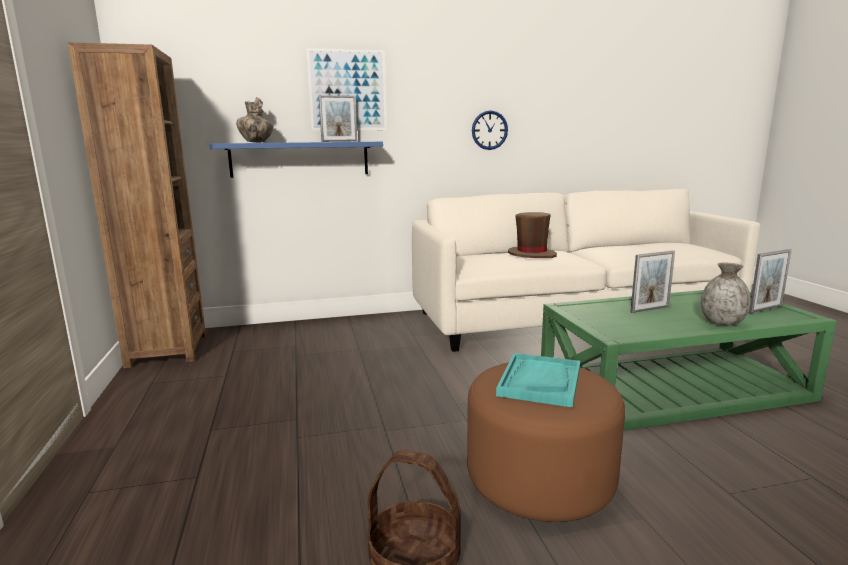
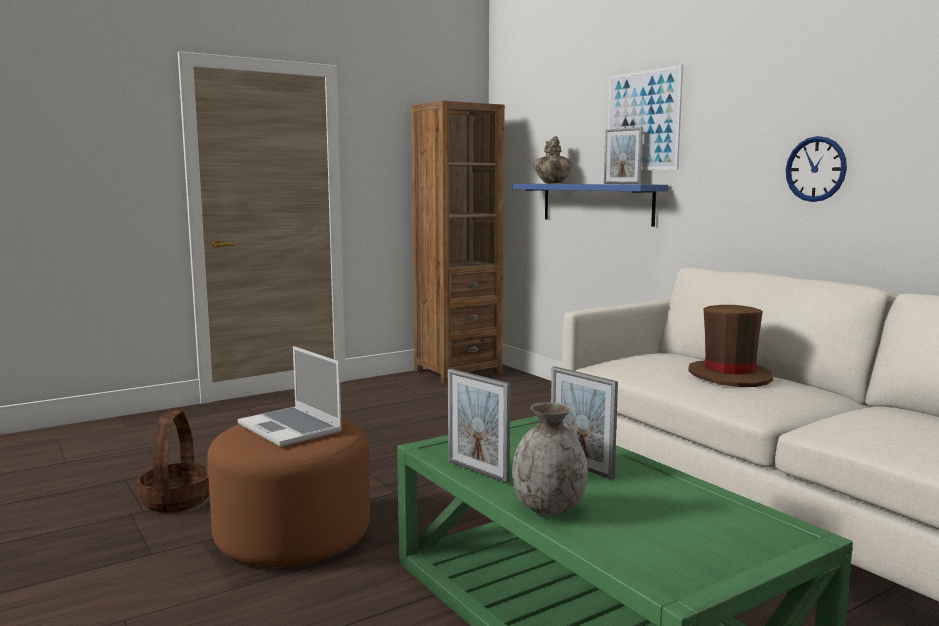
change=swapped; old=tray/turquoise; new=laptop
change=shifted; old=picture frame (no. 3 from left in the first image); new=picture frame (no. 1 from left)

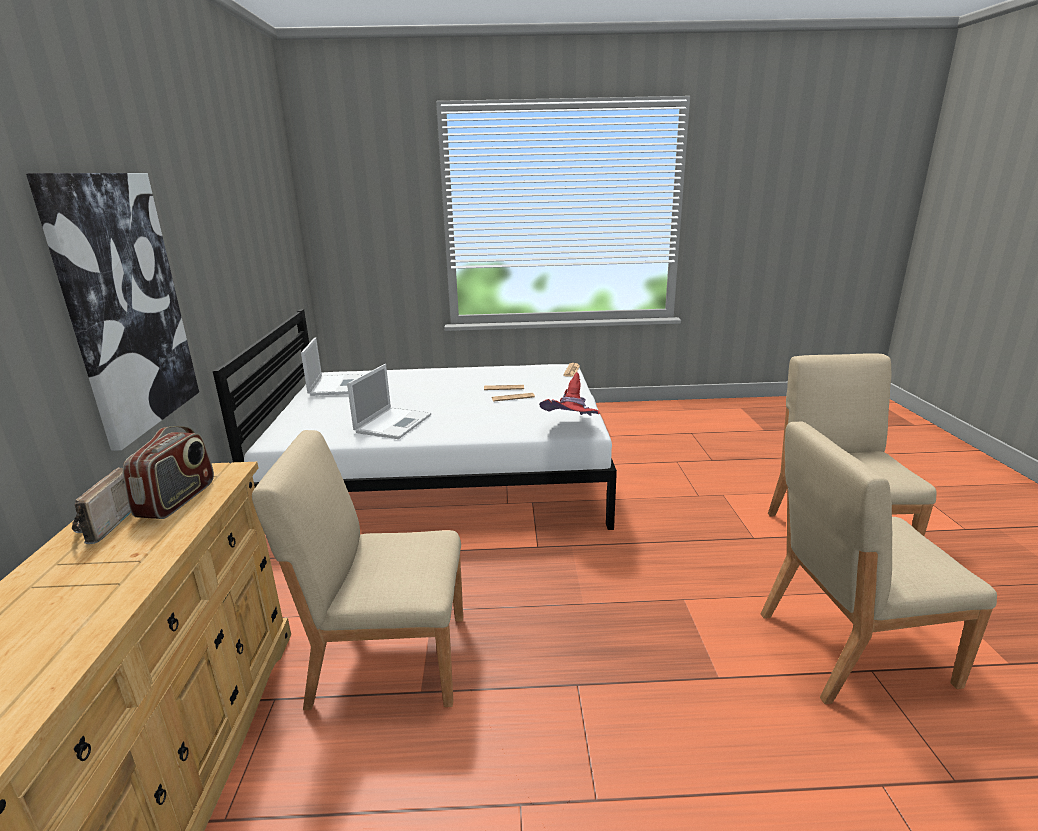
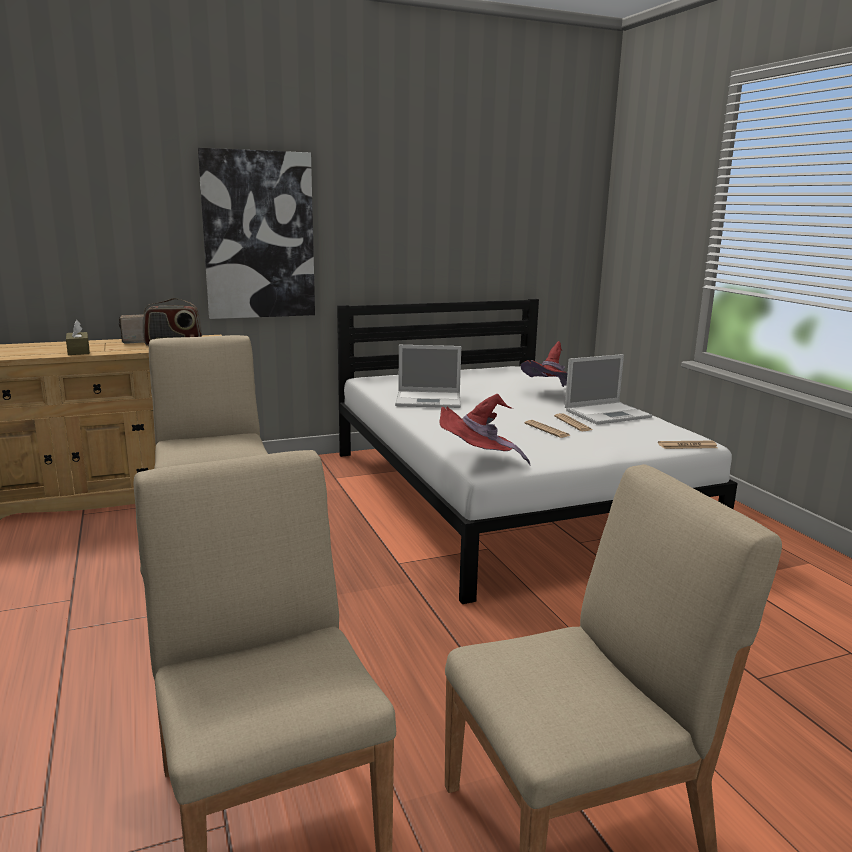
change=new; new=tissue box/brown
change=new; new=hat/red (no. 2 from left)
change=shifted; old=laptop (no. 1 from left in the first image); new=laptop (no. 2 from left)

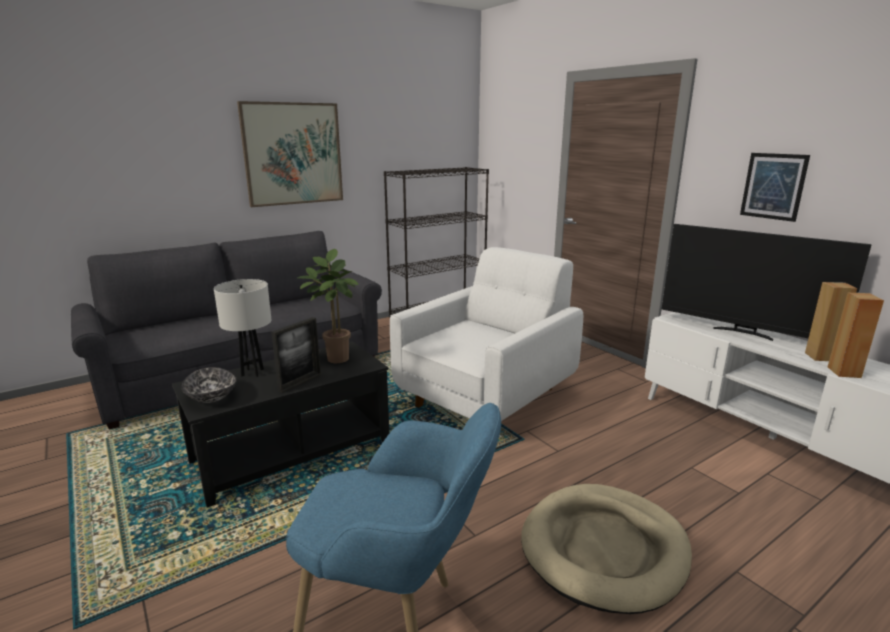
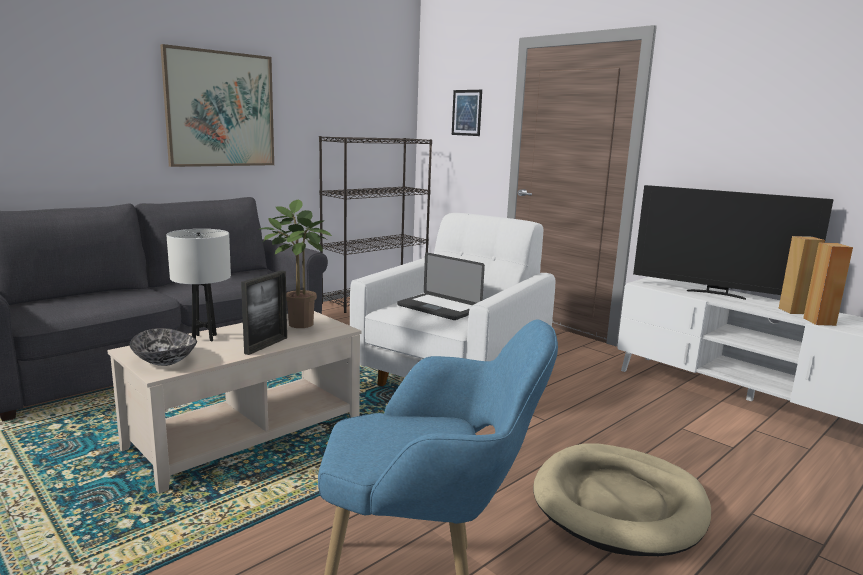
change=repainted; old=coffee table/black; new=coffee table/beige
change=new; new=laptop
change=shifted; old=picture (no. 2 from left)

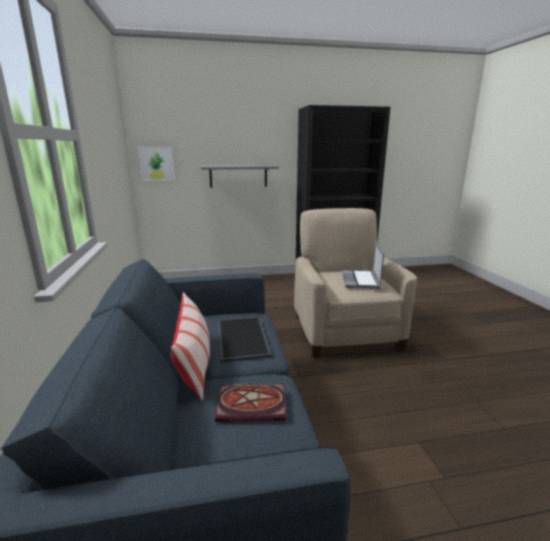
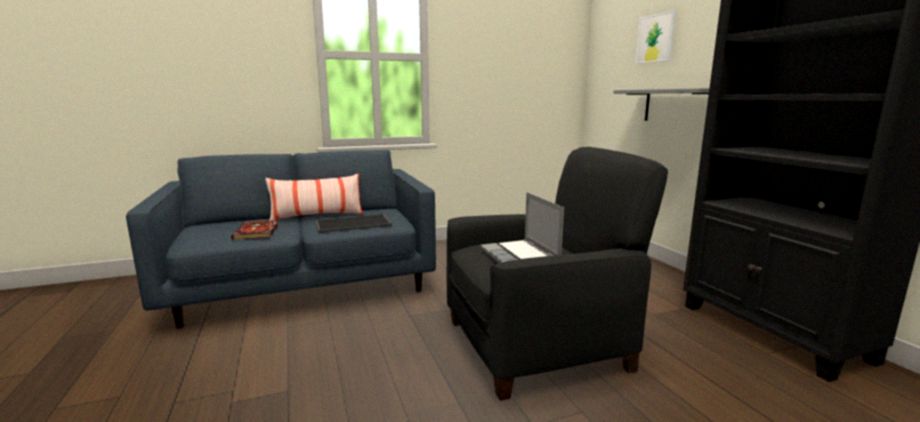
change=repainted; old=armchair/beige; new=armchair/black
change=rotated; old=laptop; degrees=-105
change=shifted; old=picture

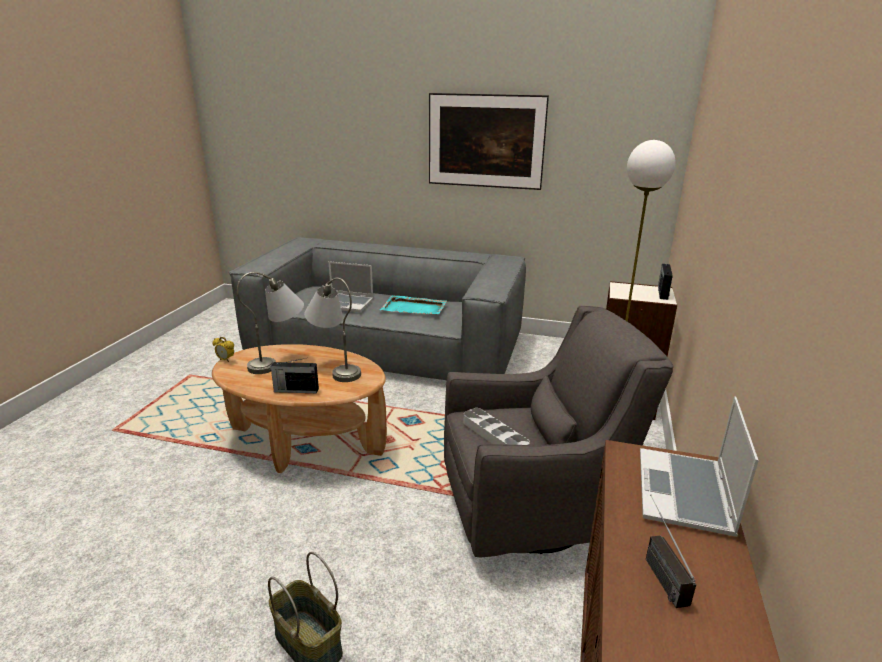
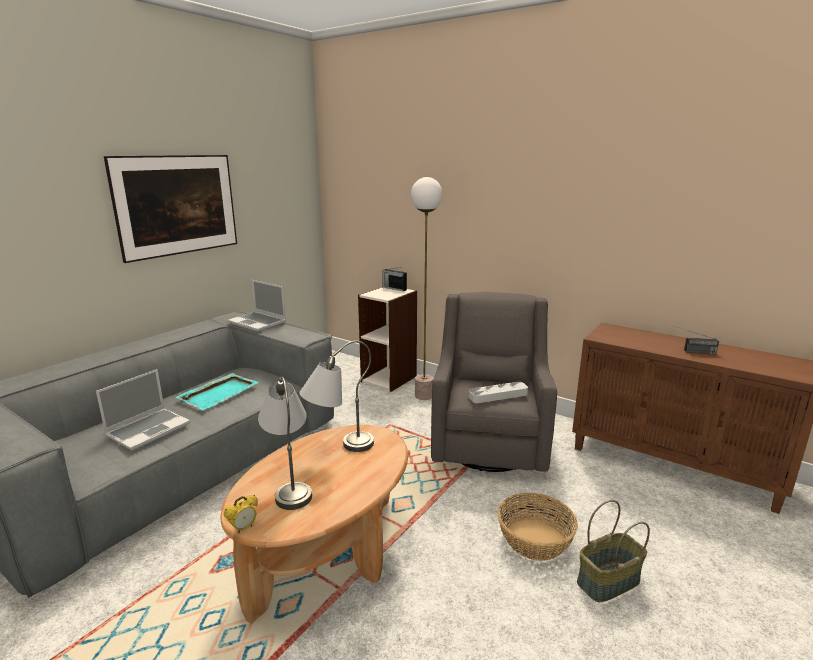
change=shifted; old=laptop (no. 2 from left)
change=new; new=basket (no. 1 from left)
change=gone; old=radio (no. 1 from left)

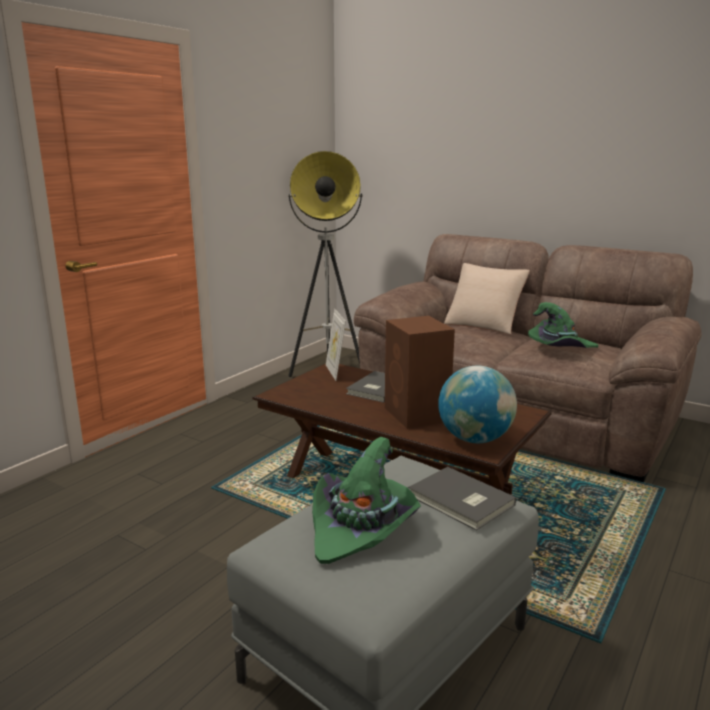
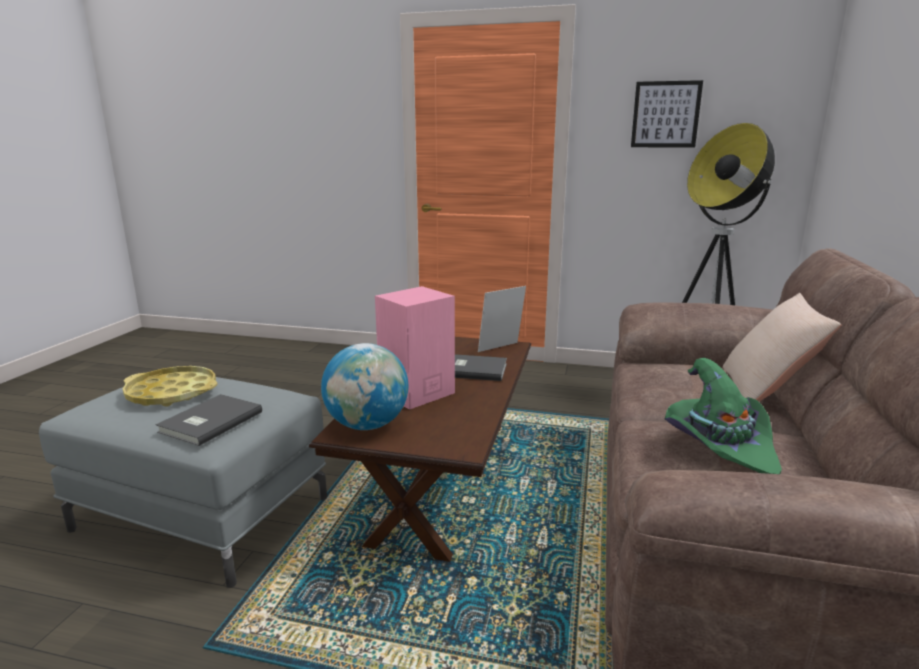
change=swapped; old=hat/green (no. 1 from left); new=tray/yellow
change=repainted; old=speaker/brown; new=speaker/pink
change=new; new=picture

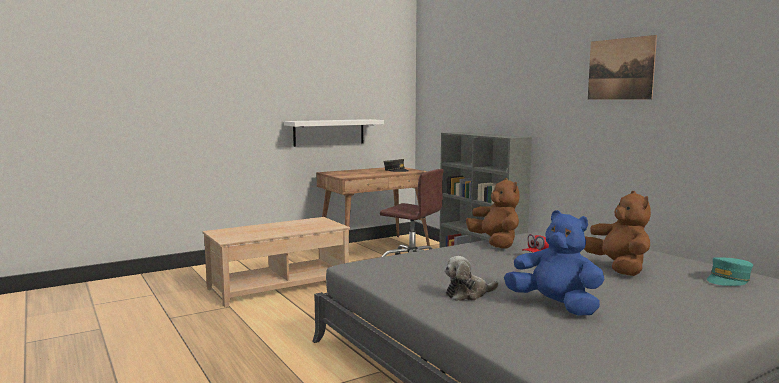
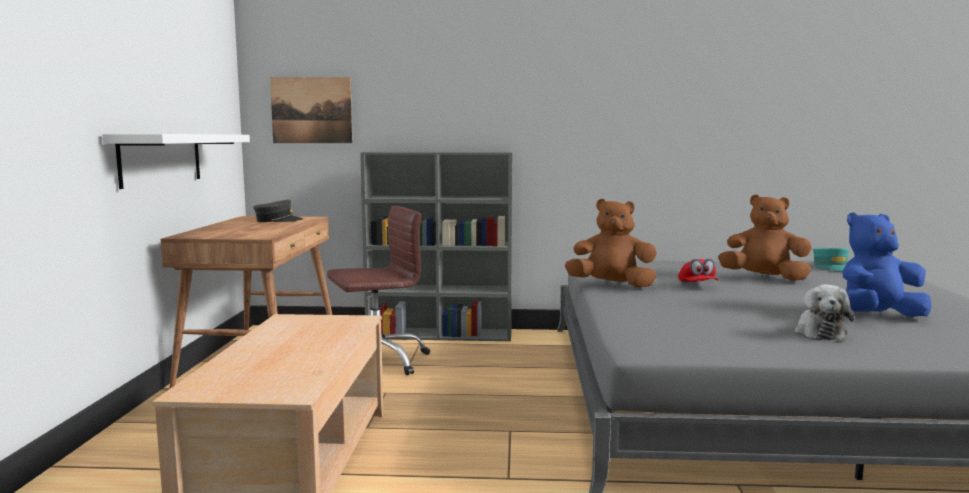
change=shifted; old=picture

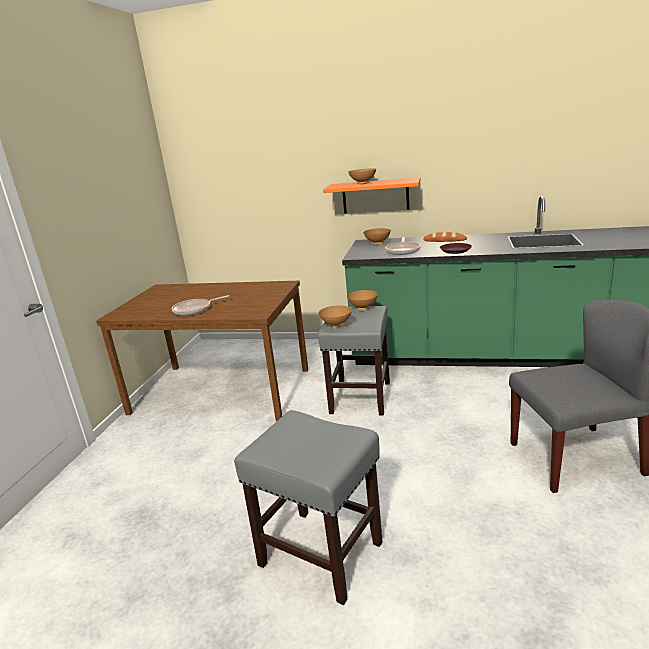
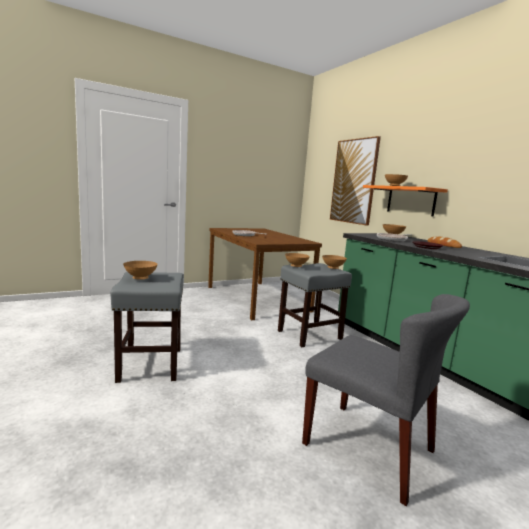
change=new; new=bowl/brown (no. 1 from left)
change=new; new=picture

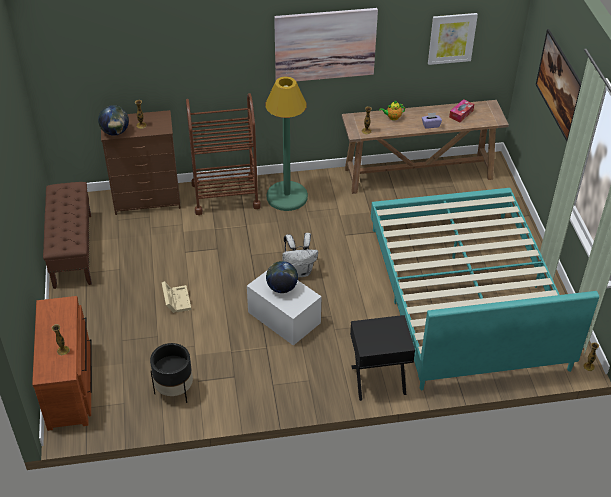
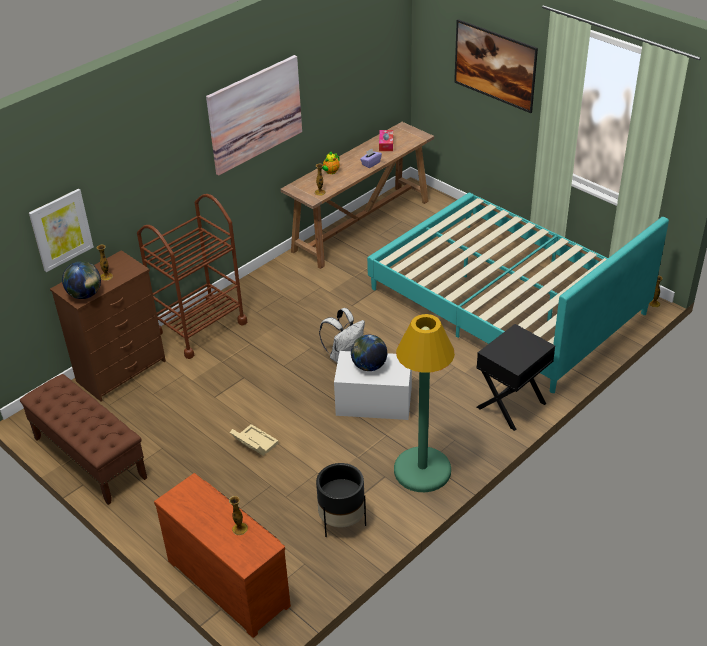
change=shifted; old=picture (no. 2 from left in the first image); new=picture (no. 1 from left)
change=shifted; old=floor lamp/green

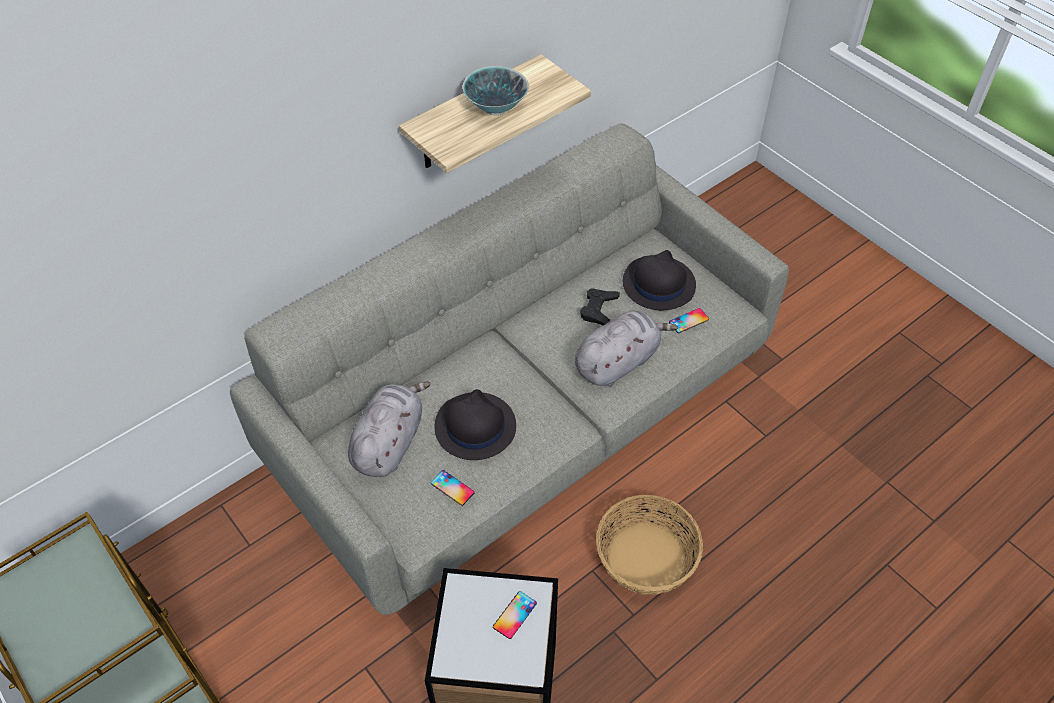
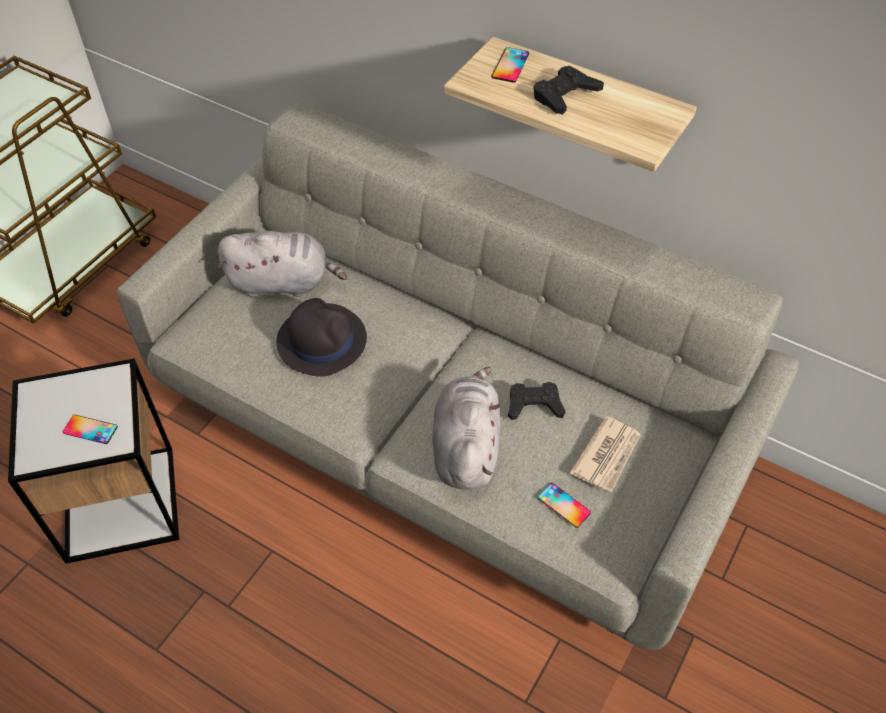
change=rotated; old=plush toy/grey (no. 2 from left); degrees=-120
change=shifted; old=phone (no. 1 from left in the first image); new=phone (no. 2 from left)
change=swapped; old=bowl; new=game controller/black (no. 2 from left)
change=swapped; old=hat/black (no. 2 from left); new=newspaper
change=gone; old=basket

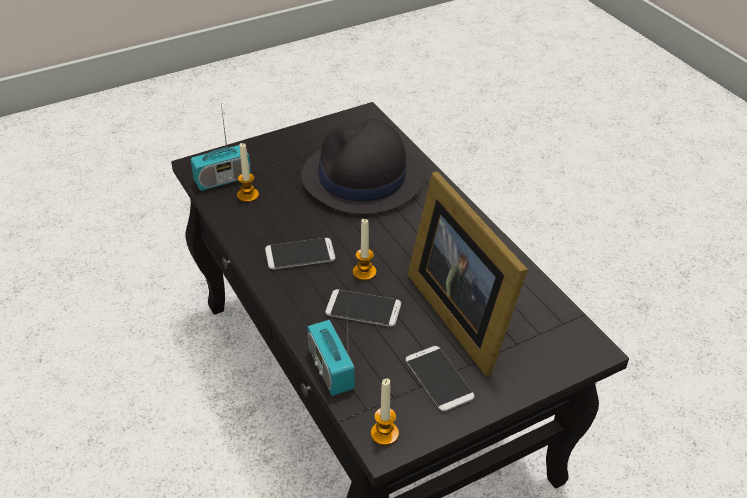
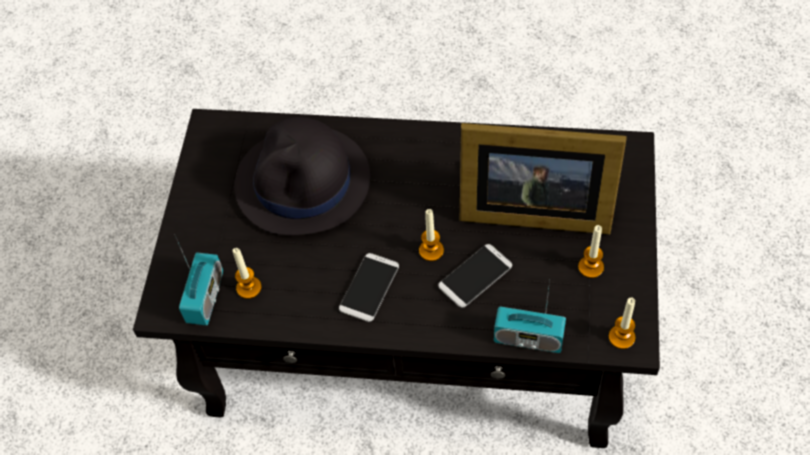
change=swapped; old=phone (no. 3 from left); new=candle (no. 3 from left)

